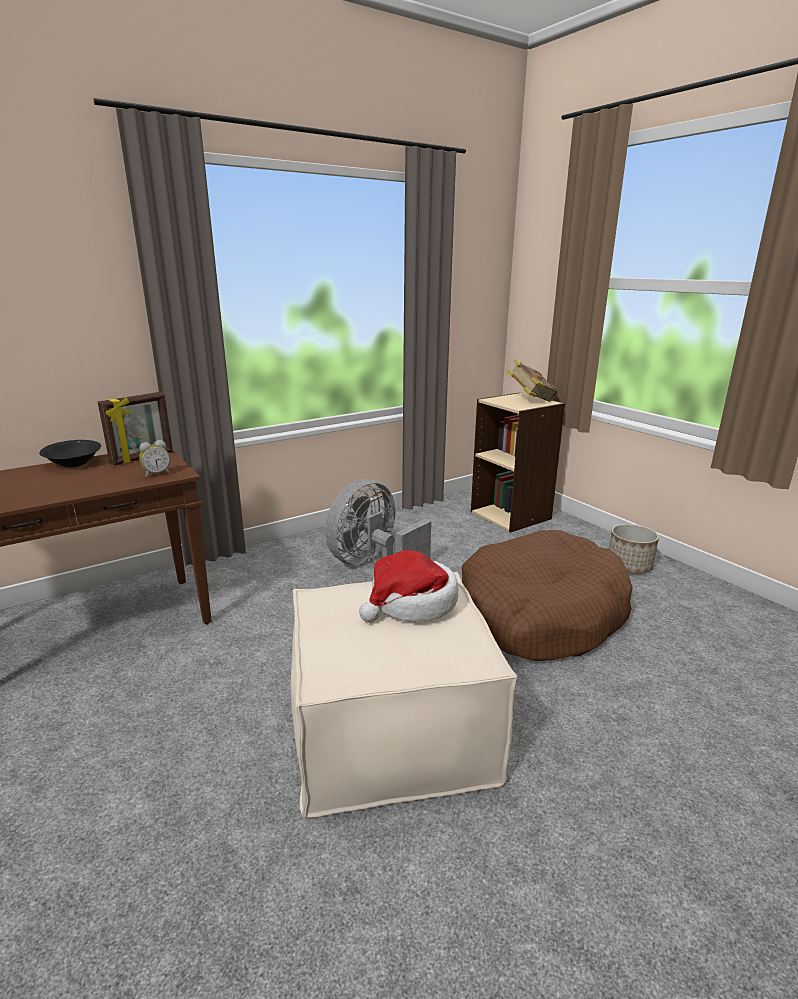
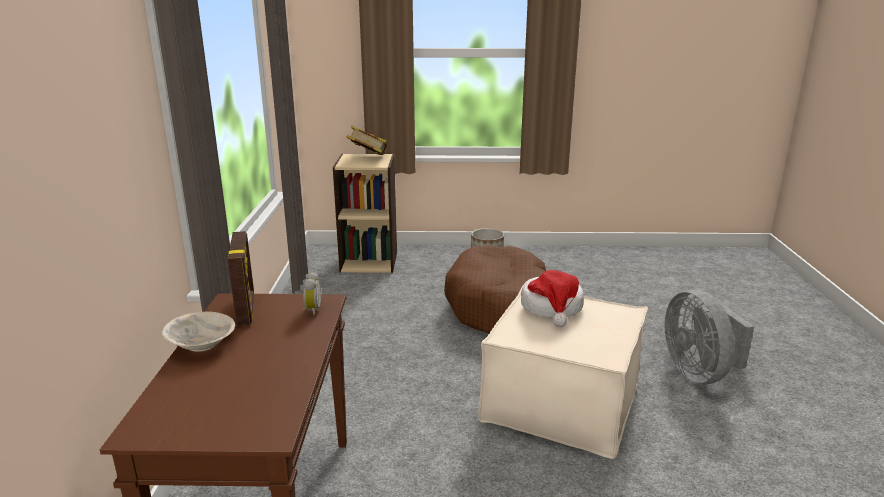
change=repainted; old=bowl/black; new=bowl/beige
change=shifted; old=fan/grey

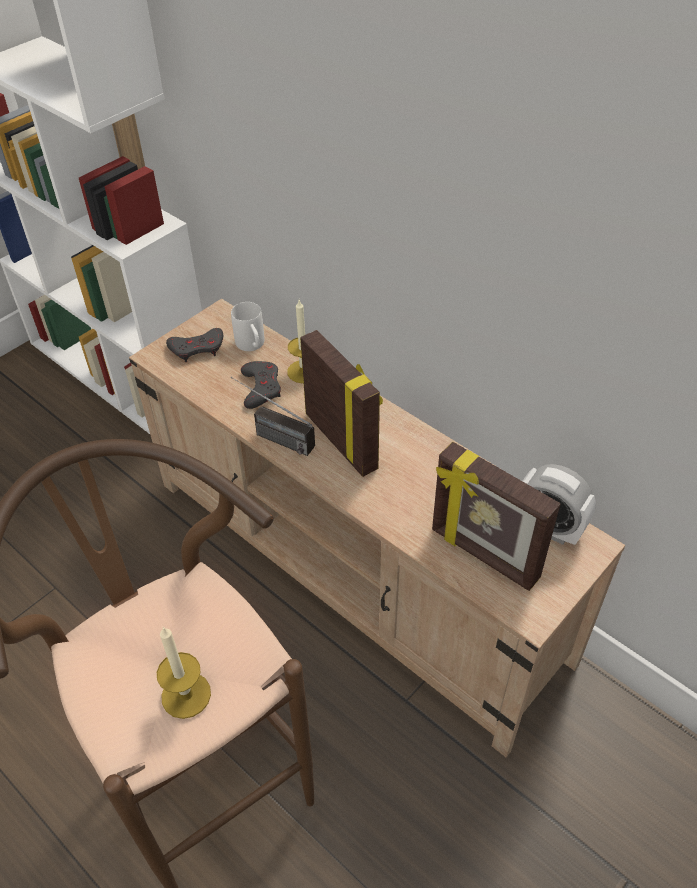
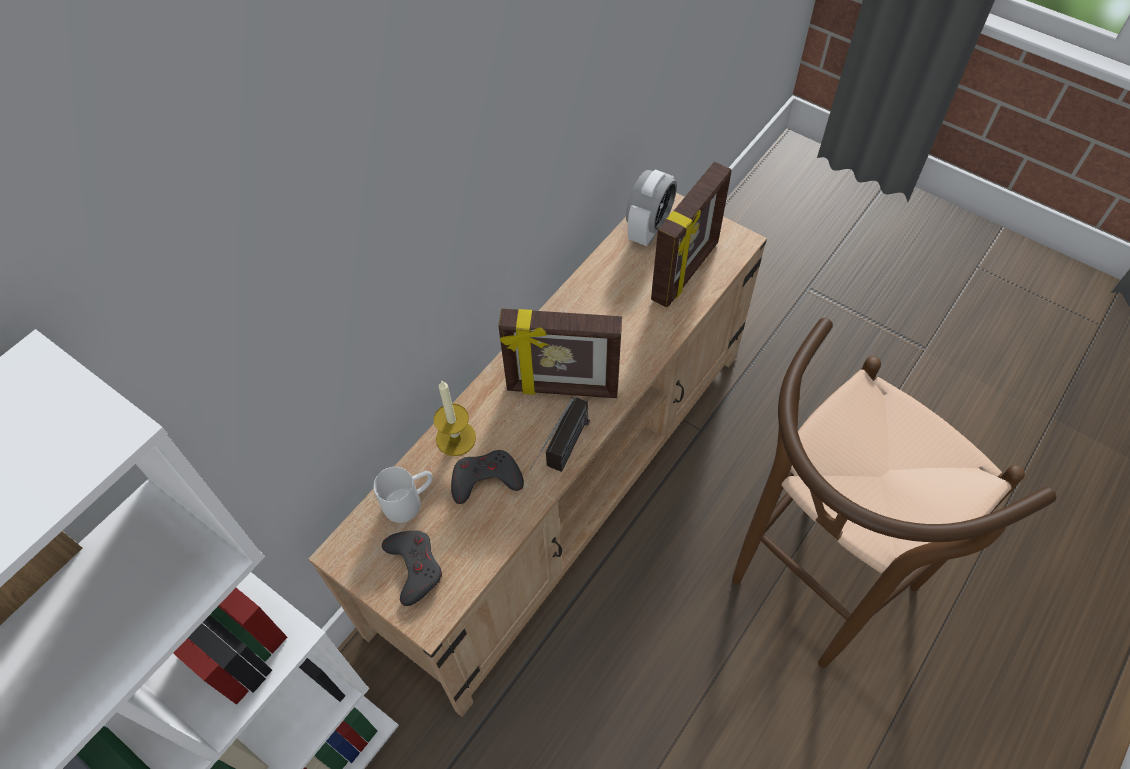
change=rotated; old=picture frame (no. 1 from left); degrees=-135
change=gone; old=candle (no. 1 from left)

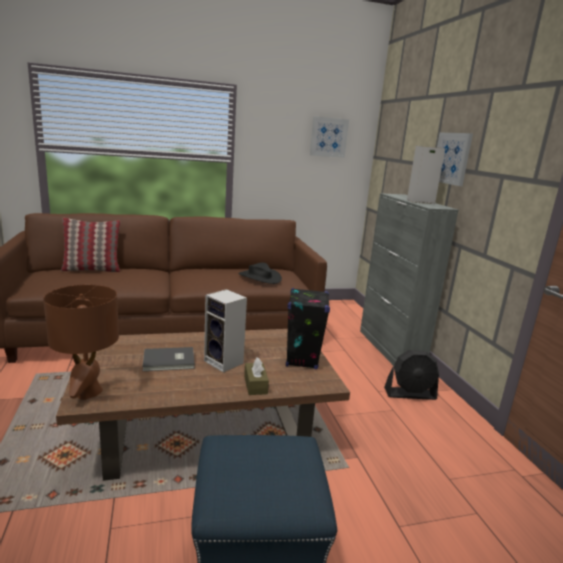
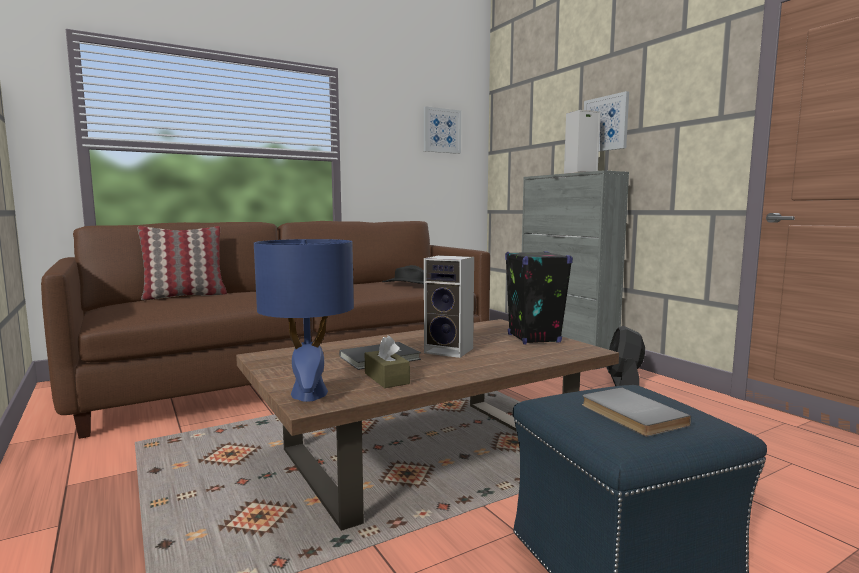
change=repainted; old=table lamp/brown; new=table lamp/blue
change=shifted; old=tissue box/brown
change=new; new=book/grey (no. 2 from left)
change=rotated; old=fan/black; degrees=120

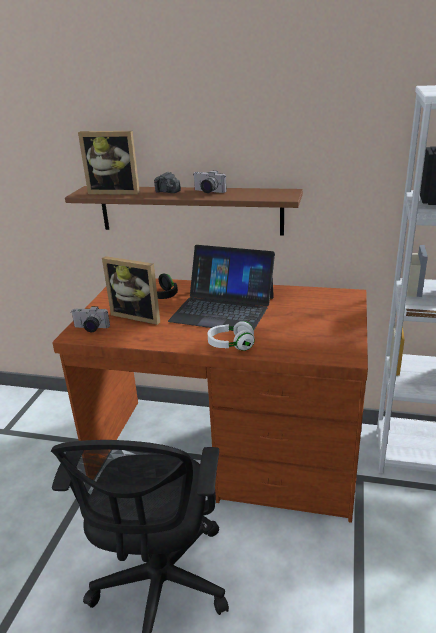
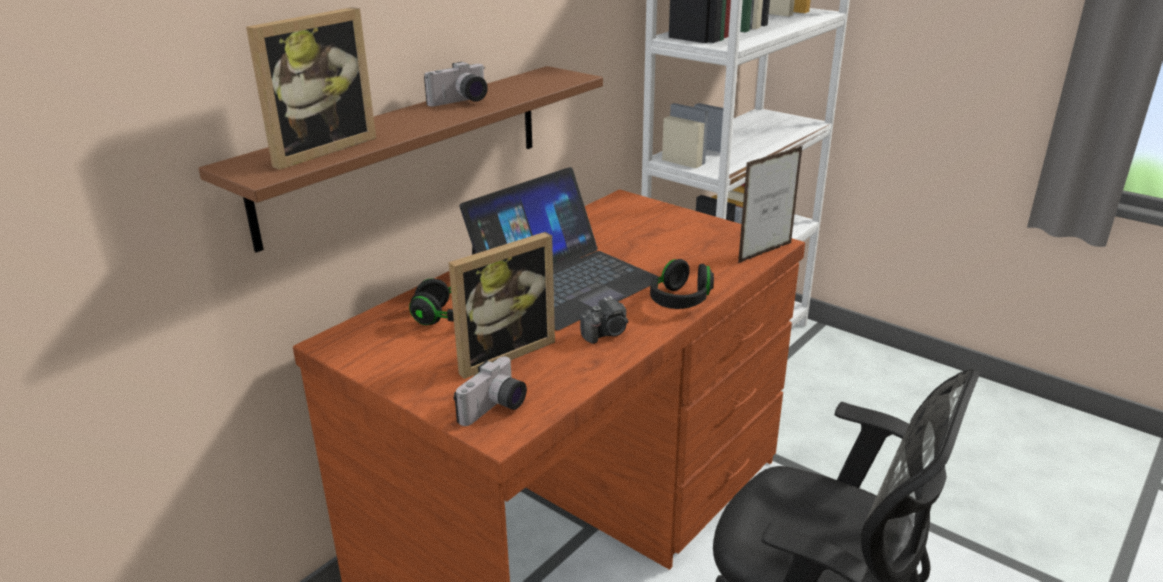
change=shifted; old=photo camera (no. 2 from left in the first image); new=photo camera (no. 3 from left)
change=repainted; old=headphones/white; new=headphones/black (no. 2 from left)
change=new; new=picture frame (no. 3 from left)

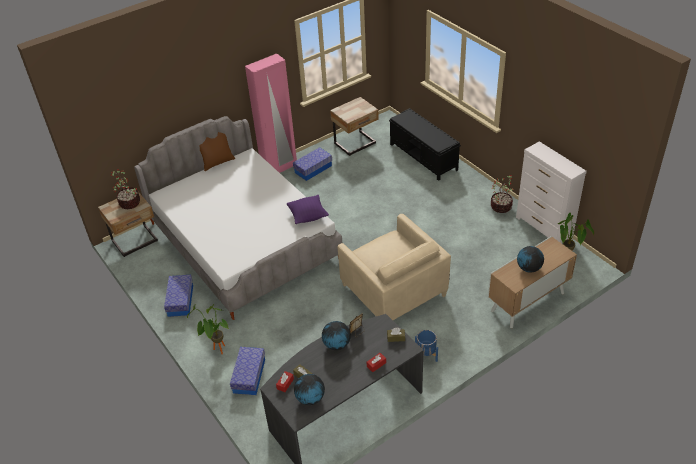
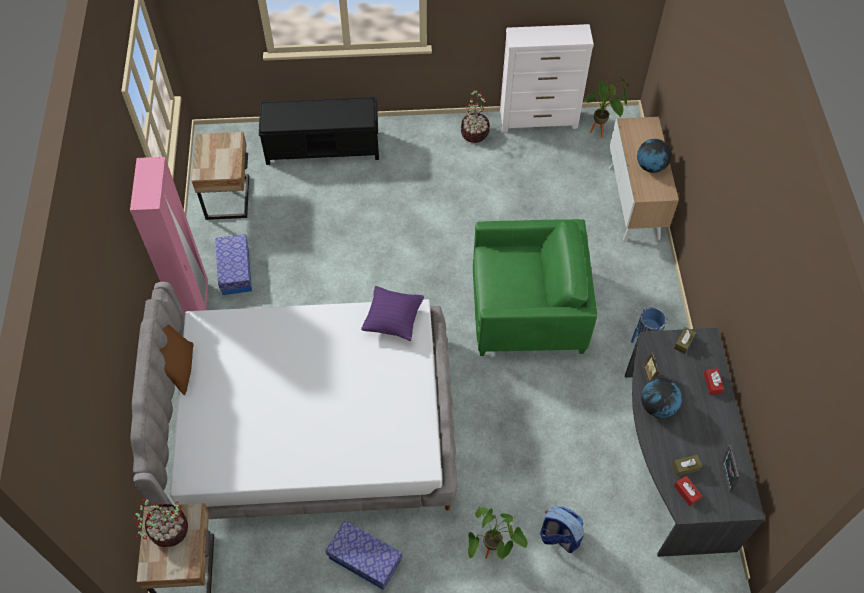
change=repainted; old=armchair/beige; new=armchair/green
change=swapped; old=storage box (no. 2 from left); new=backpack
change=swapped; old=globe (no. 1 from left); new=picture frame (no. 2 from left)

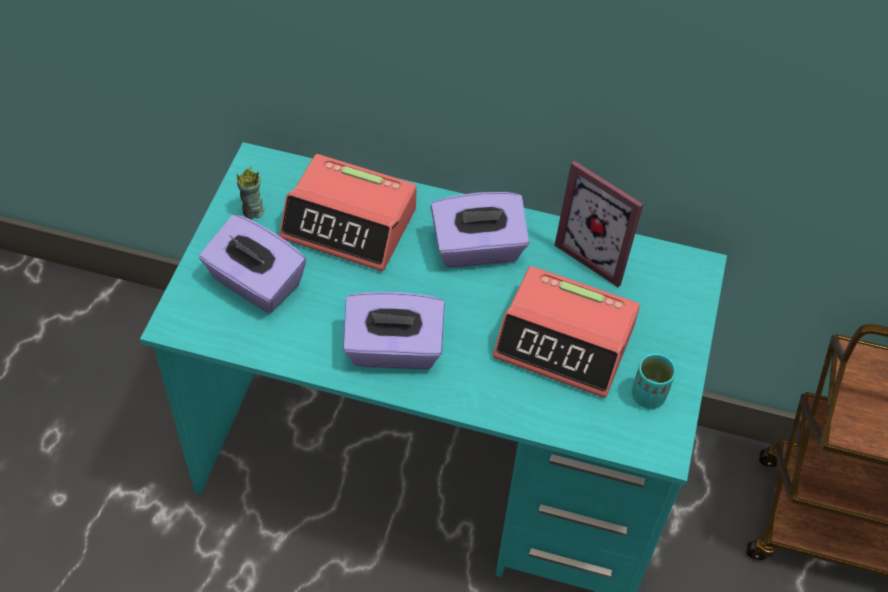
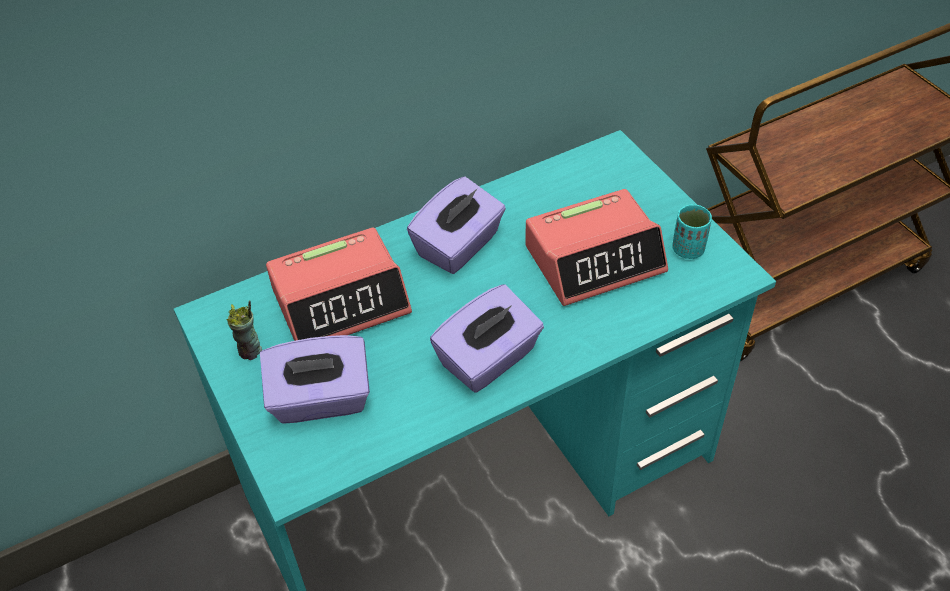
change=gone; old=picture frame

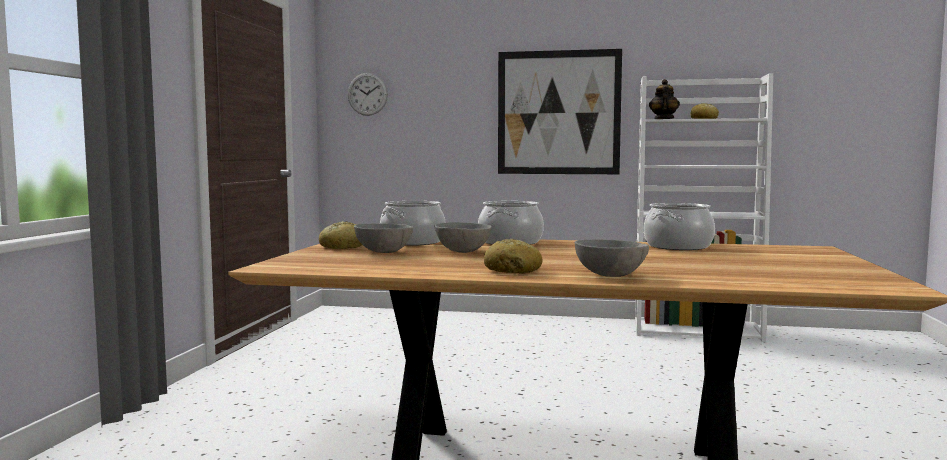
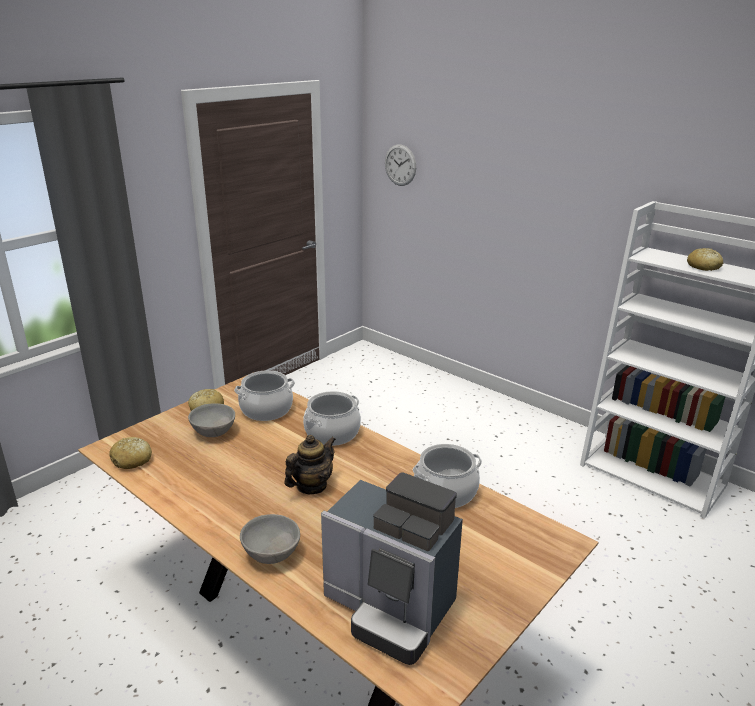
change=shifted; old=bread (no. 2 from left in the first image); new=bread (no. 1 from left)
change=shifted; old=teapot
change=new; new=coffee machine
change=gone; old=bowl/grey (no. 2 from left)
change=gone; old=picture

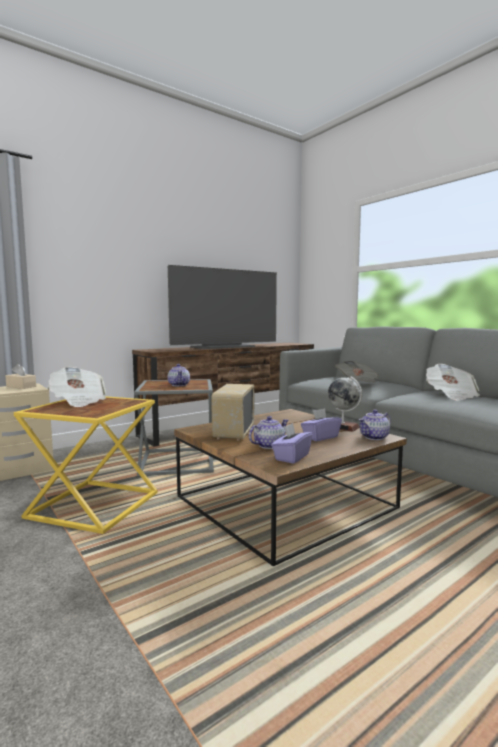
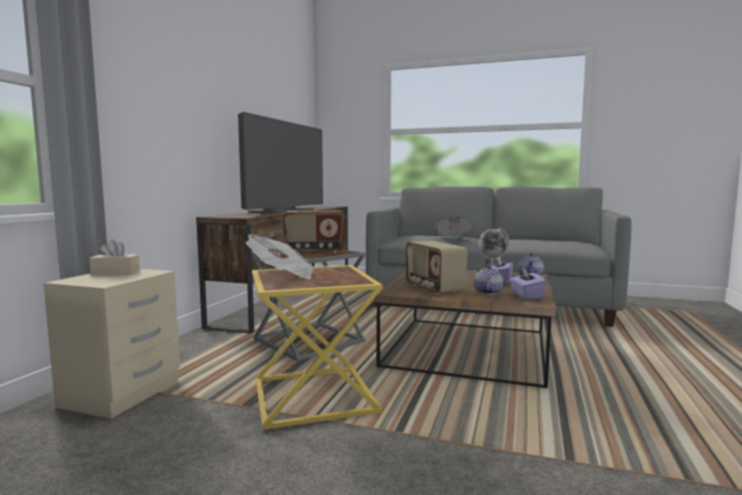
change=swapped; old=teapot (no. 1 from left); new=radio (no. 1 from left)
change=gone; old=newspaper (no. 3 from left)

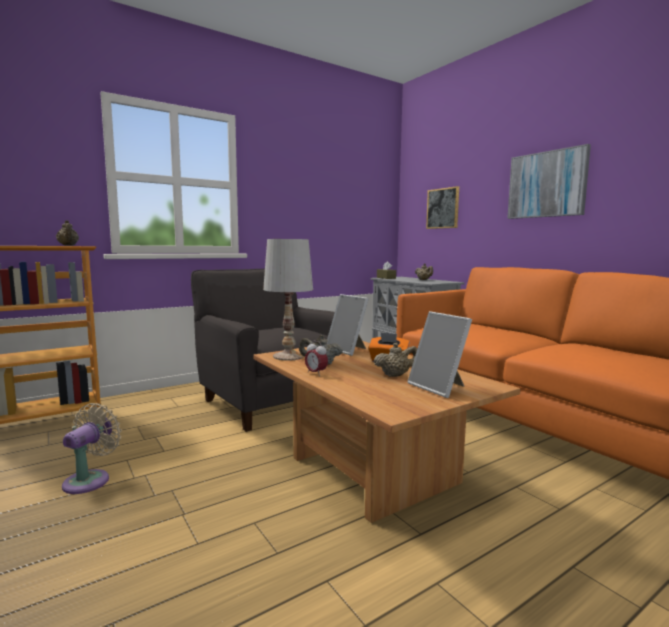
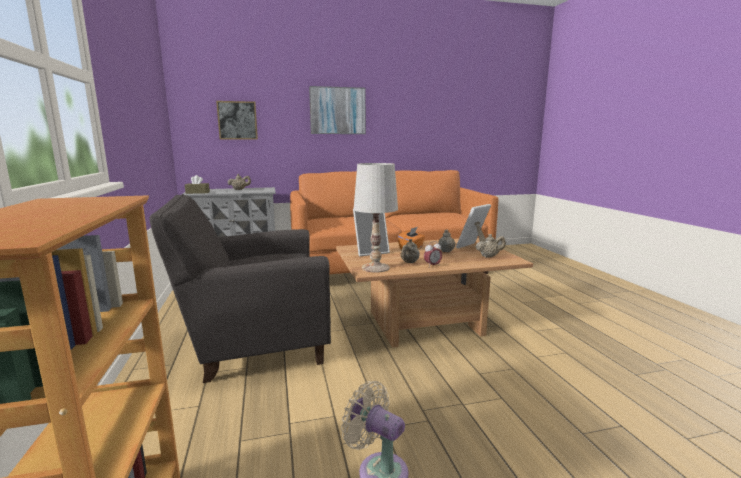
change=rotated; old=picture frame (no. 2 from left); degrees=150
change=shifted; old=teapot/beige (no. 1 from left in the first image); new=teapot/beige (no. 4 from left)

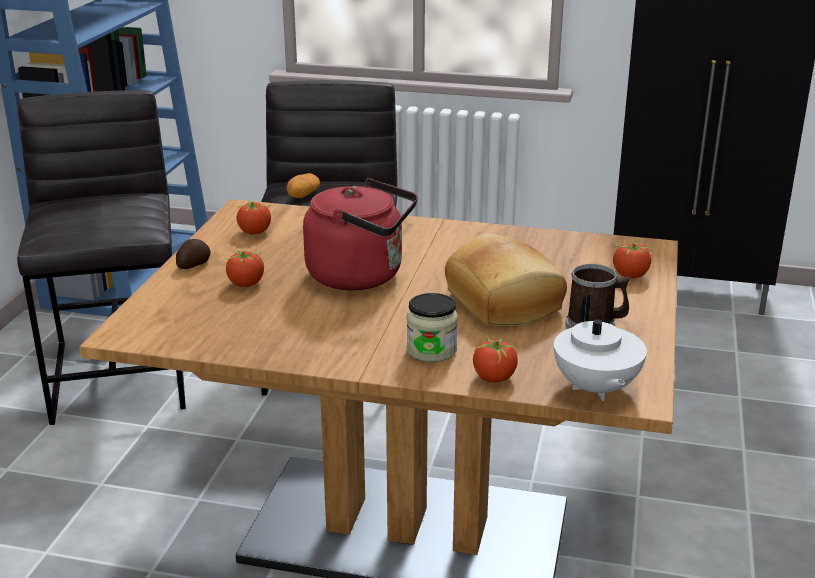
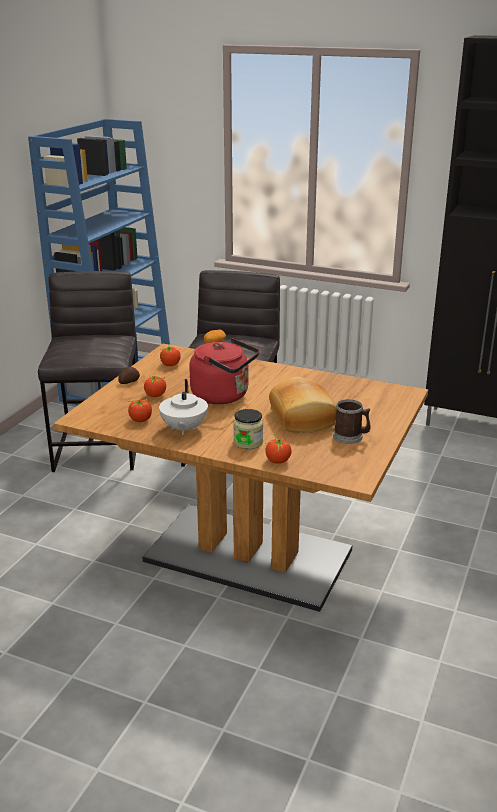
change=shifted; old=tomato (no. 4 from left in the first image); new=tomato (no. 1 from left)
change=shifted; old=teapot/white

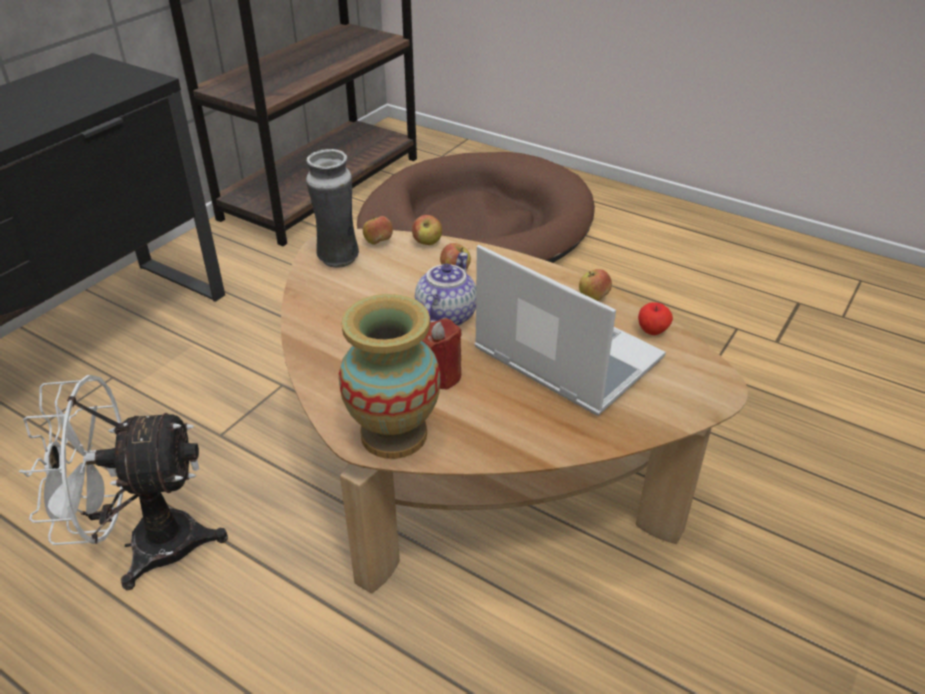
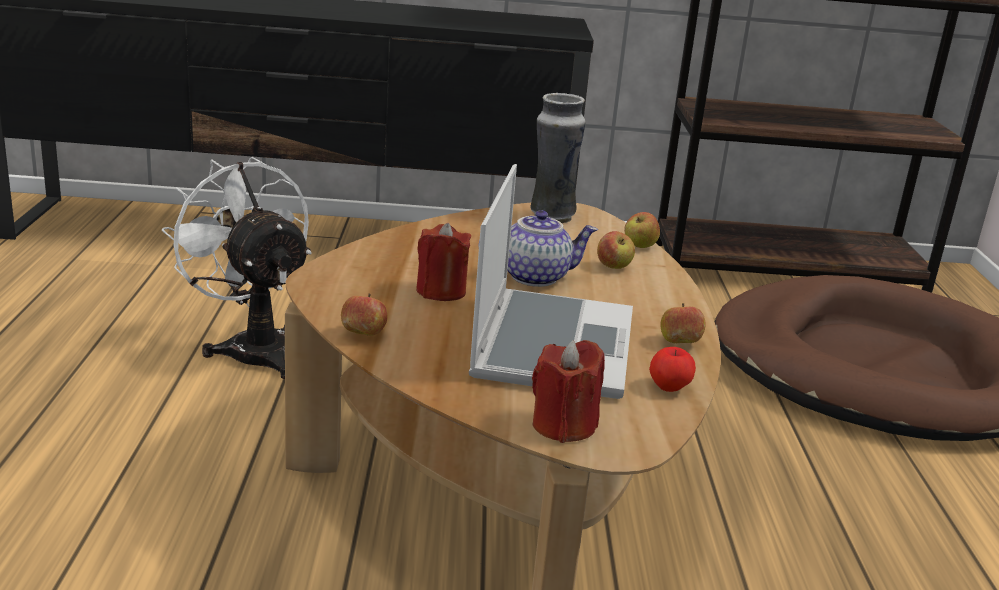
change=shifted; old=apple (no. 1 from left)
change=new; new=candle/red (no. 2 from left)
change=gone; old=vase (no. 2 from left)

